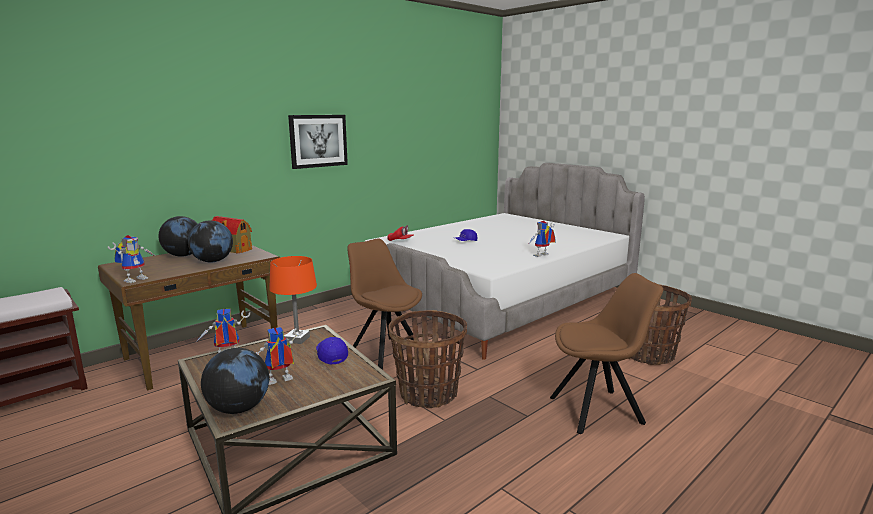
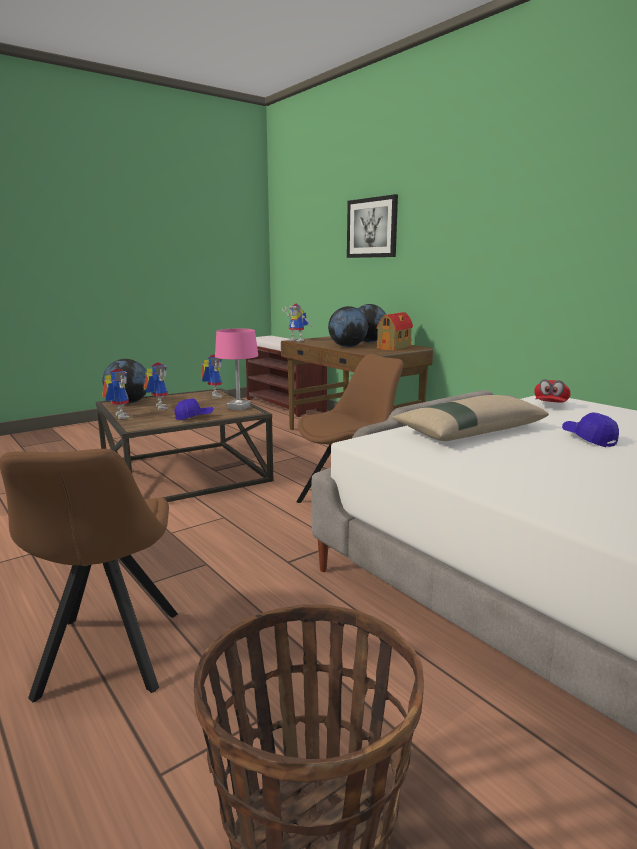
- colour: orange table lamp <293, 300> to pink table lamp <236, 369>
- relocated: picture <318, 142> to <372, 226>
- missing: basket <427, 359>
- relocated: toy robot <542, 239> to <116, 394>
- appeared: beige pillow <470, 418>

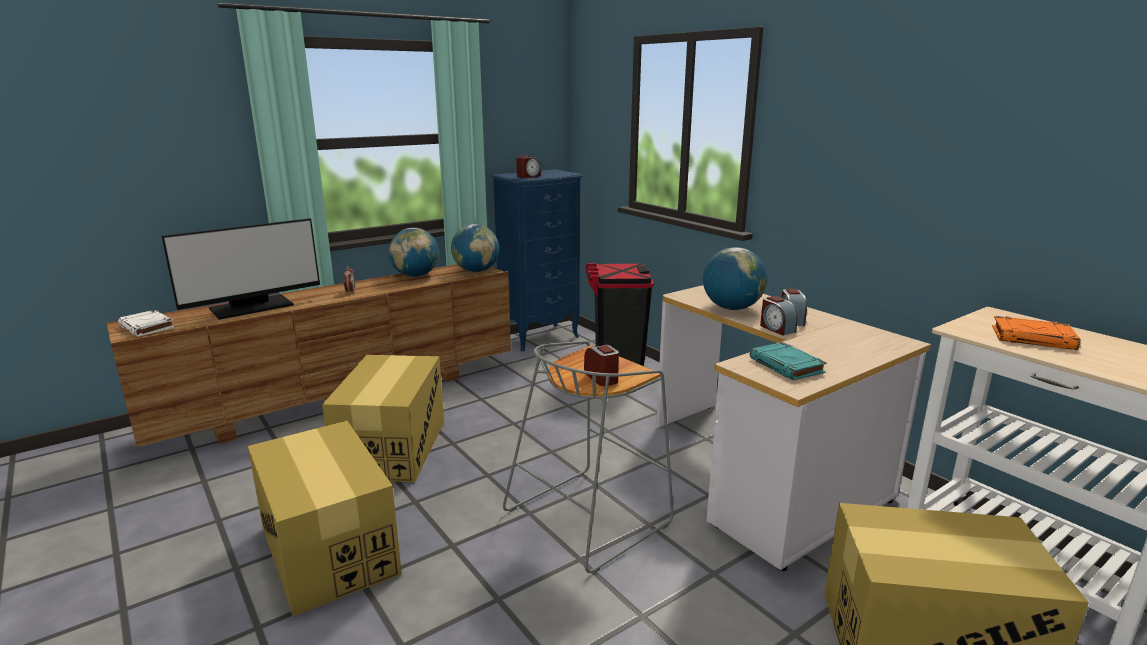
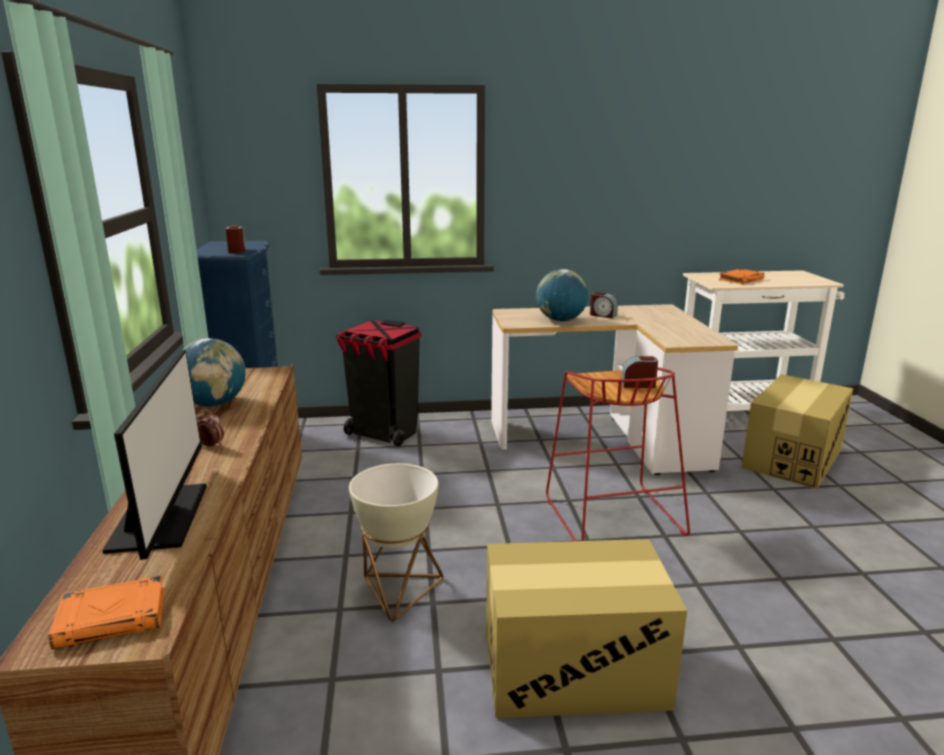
- colour: white book <146, 323> to orange book <107, 612>
- exchanged: cardboard box <383, 418> to planter <396, 542>
- missing: globe <475, 248>
- colour: grey stool <588, 457> to red stool <618, 454>
- missing: turquoise book <788, 361>
- missing: alarm clock <779, 316>

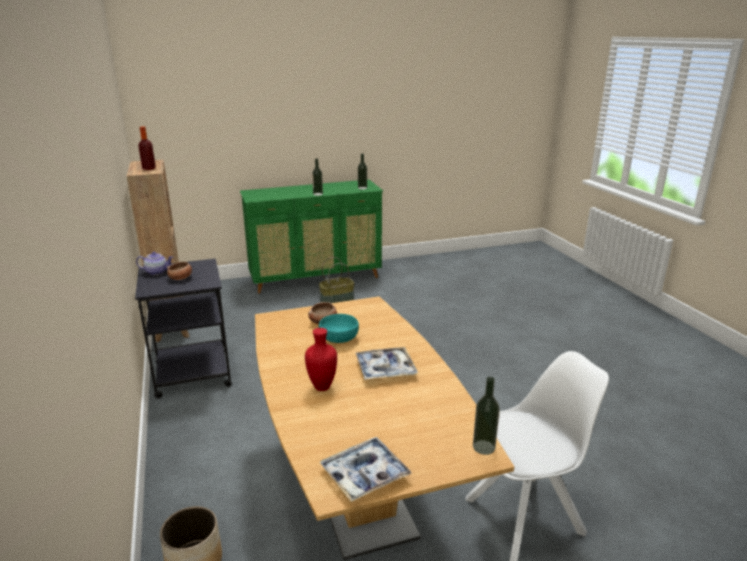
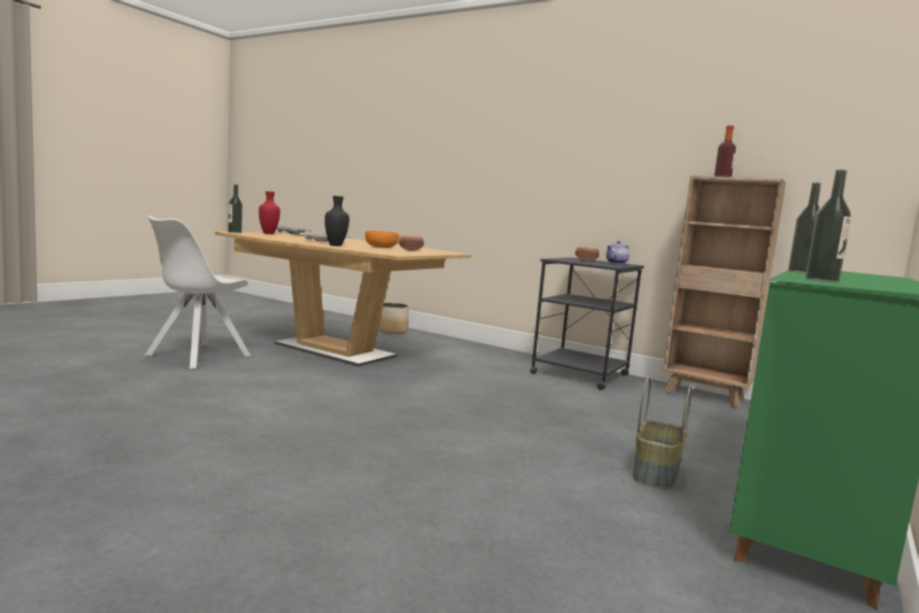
- relocated: red vase <321, 359> to <269, 212>
- colour: turquoise bowl <339, 328> to orange bowl <382, 239>
- appeared: black vase <337, 221>

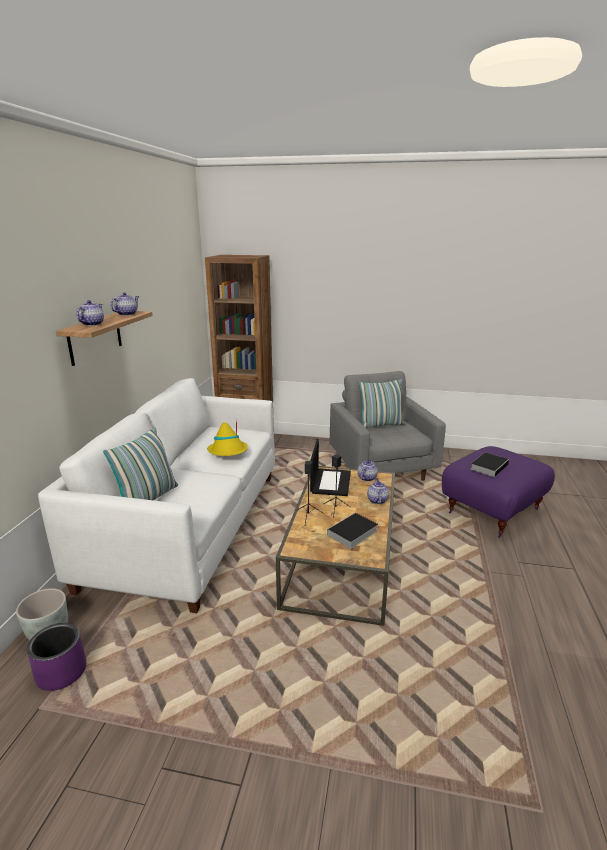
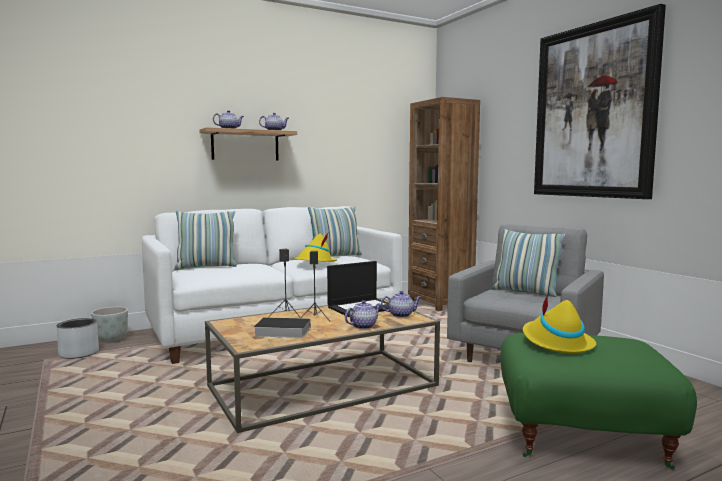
- colour: purple planter <56, 657> to grey planter <77, 338>
- colour: purple ottoman <498, 492> to green ottoman <598, 401>
- exchanged: book <490, 464> to yellow hat <559, 324>
- appeared: pillow <335, 231>
- appeared: picture <600, 101>

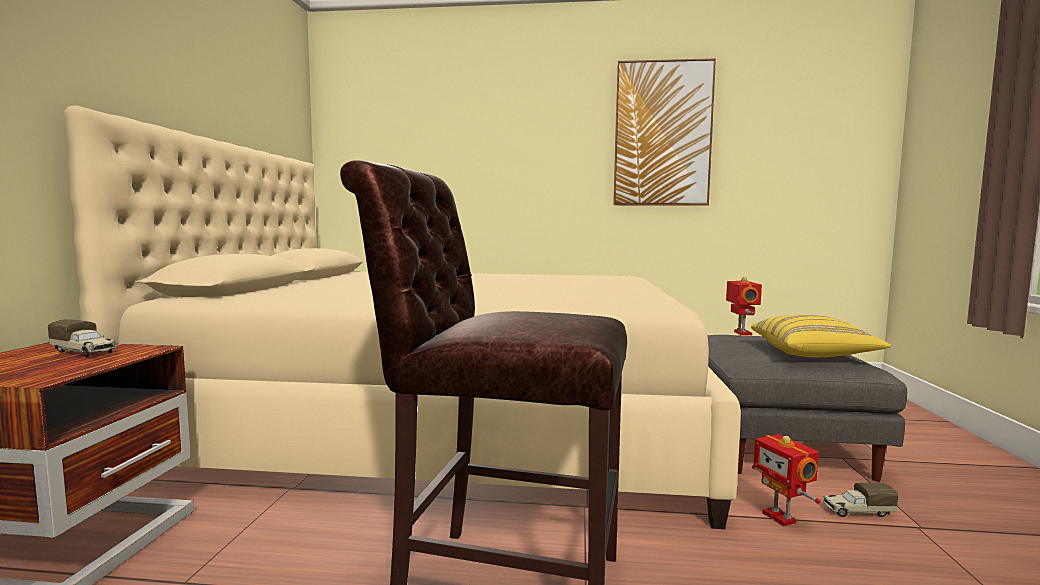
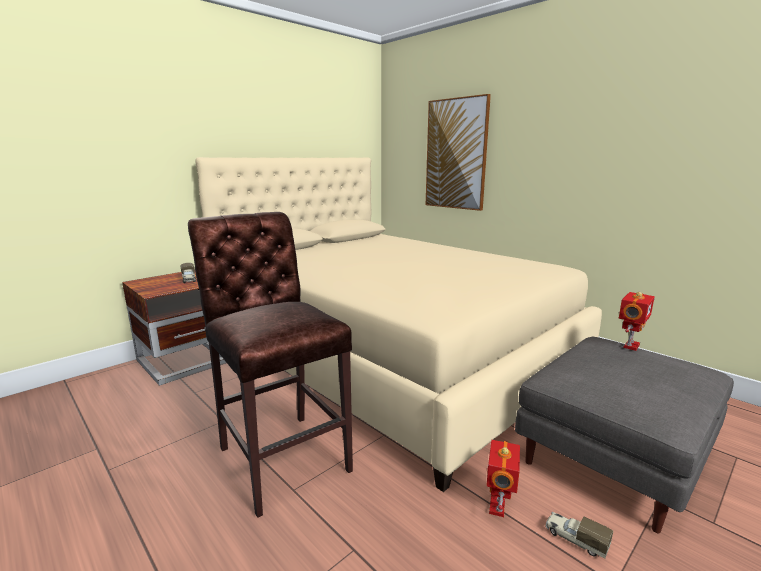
- relocated: picture <664, 132> to <458, 152>
- missing: yellow pillow <821, 336>

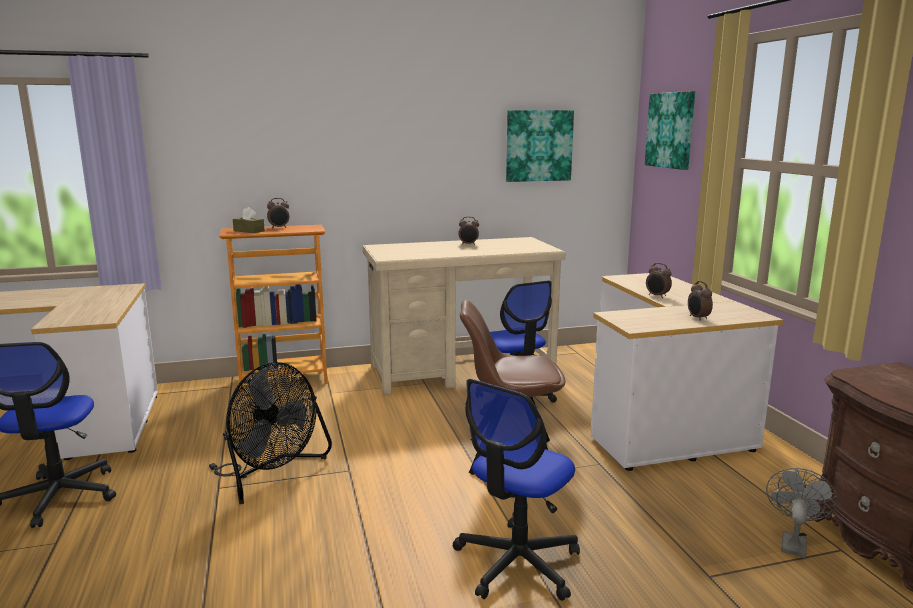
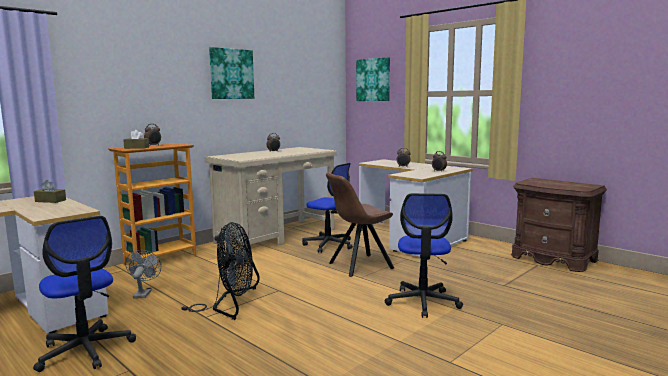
- relocated: picture <540, 146> to <231, 73>
- relocated: grey fan <801, 513> to <143, 274>
- appeared: brown tissue box <50, 191>

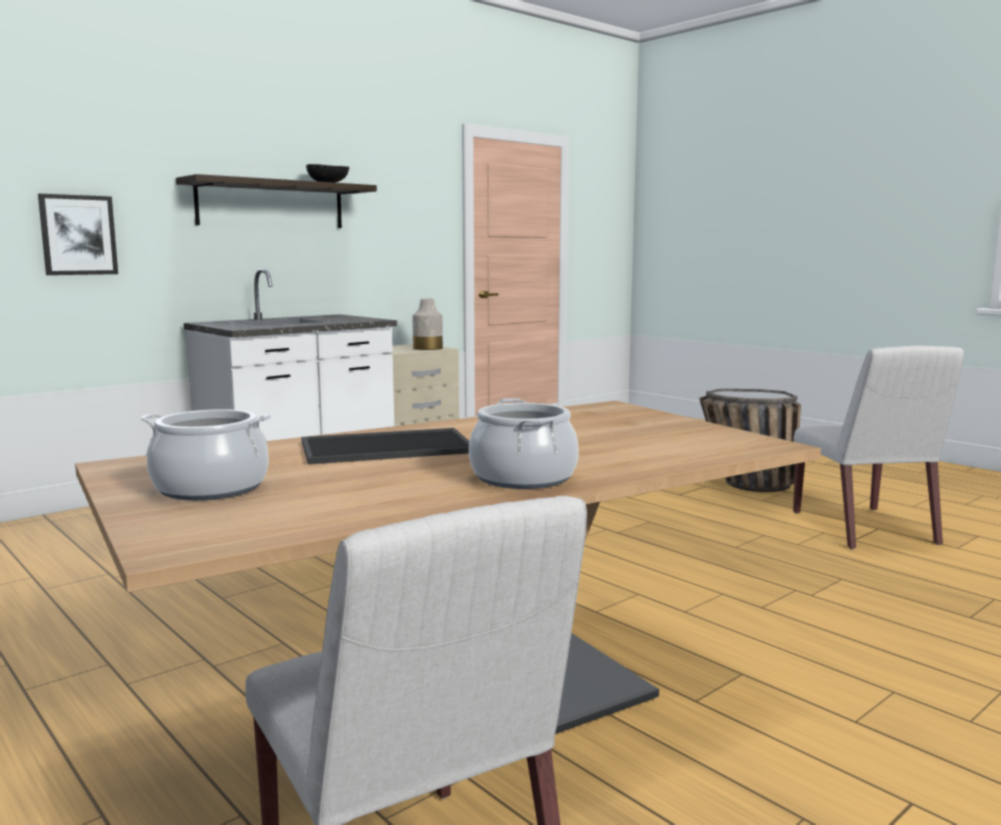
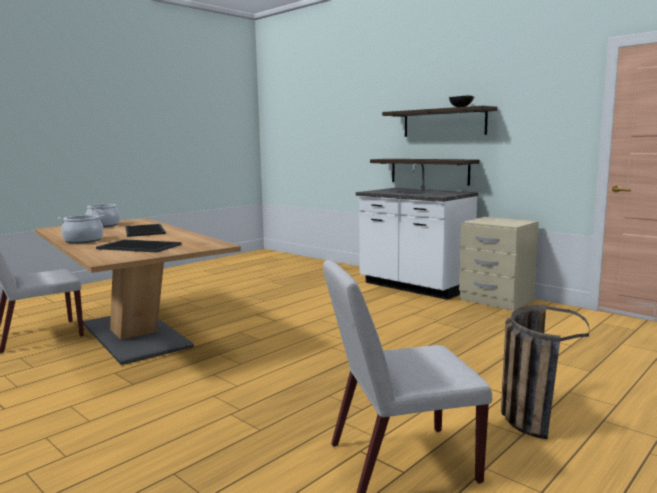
- missing: picture <78, 234>
- missing: beige vase <427, 324>
- appeared: tray <139, 246>
- appeared: shelf <425, 172>

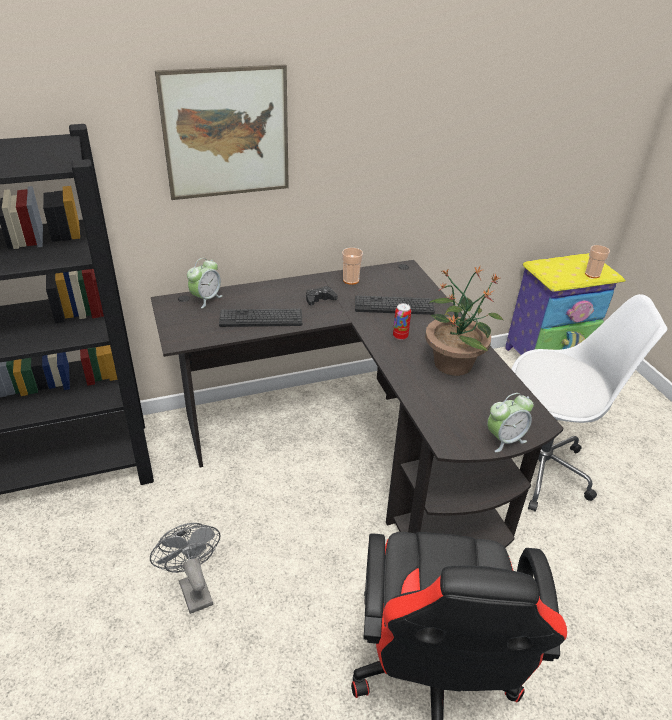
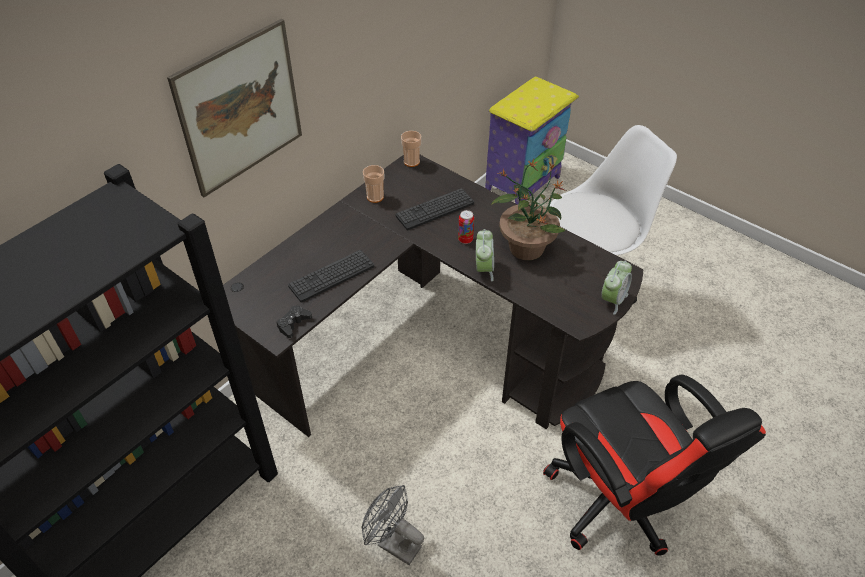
- relocated: alarm clock <205, 283> to <485, 255>
- relocated: black game controller <321, 295> to <294, 322>
- relocated: cup <597, 261> to <411, 149>

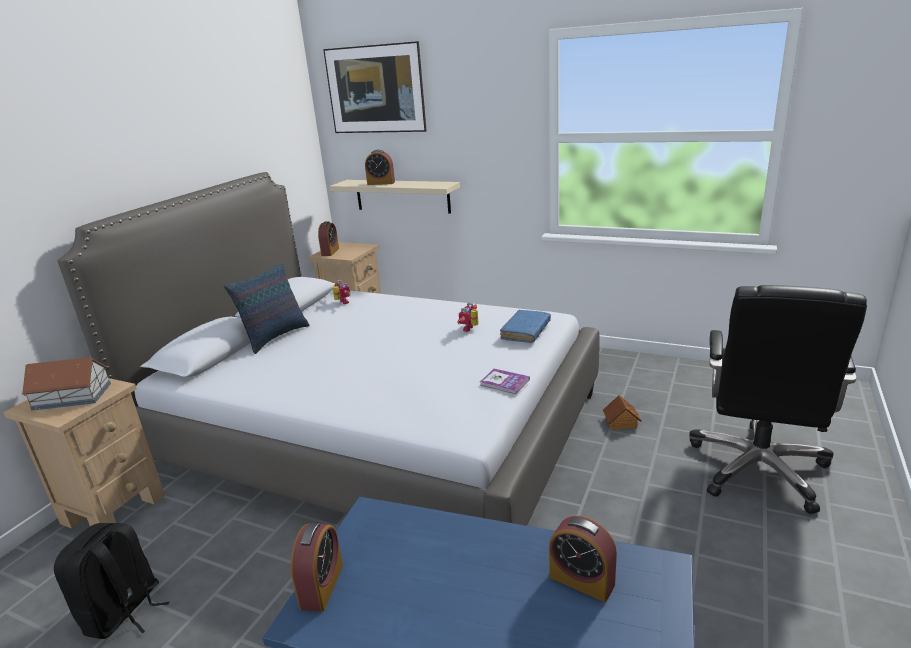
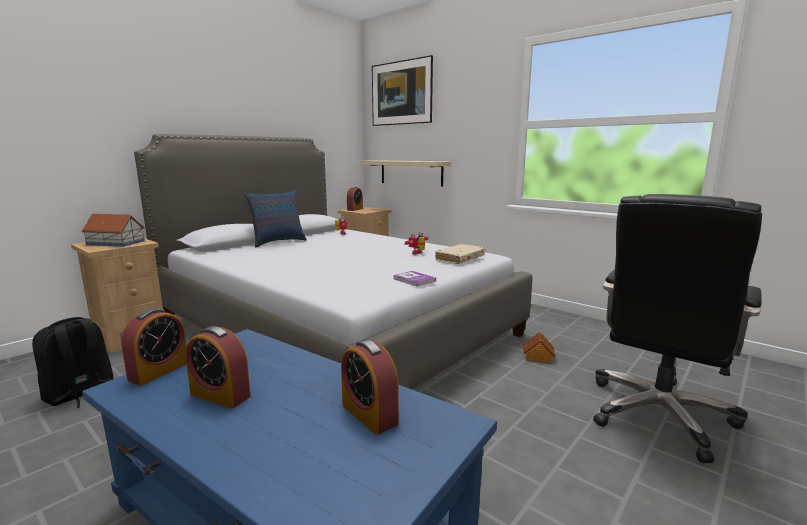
- relocated: alarm clock <380, 167> to <218, 367>
- colour: blue book <525, 326> to beige book <460, 254>

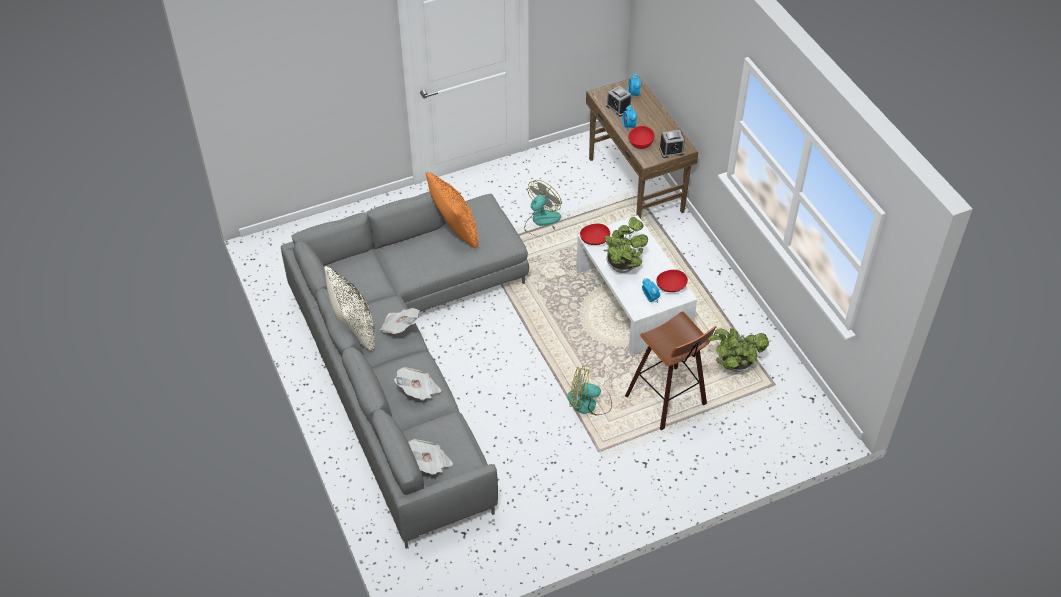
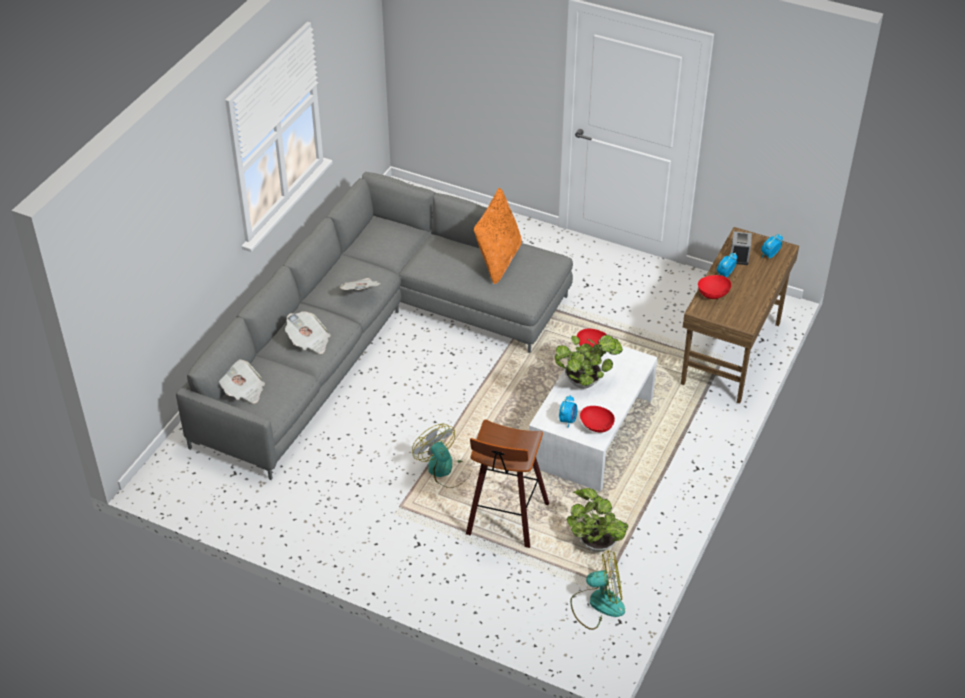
- missing: beige pillow <349, 308>
- relocated: fan <543, 208> to <597, 590>
- missing: alarm clock <672, 144>

